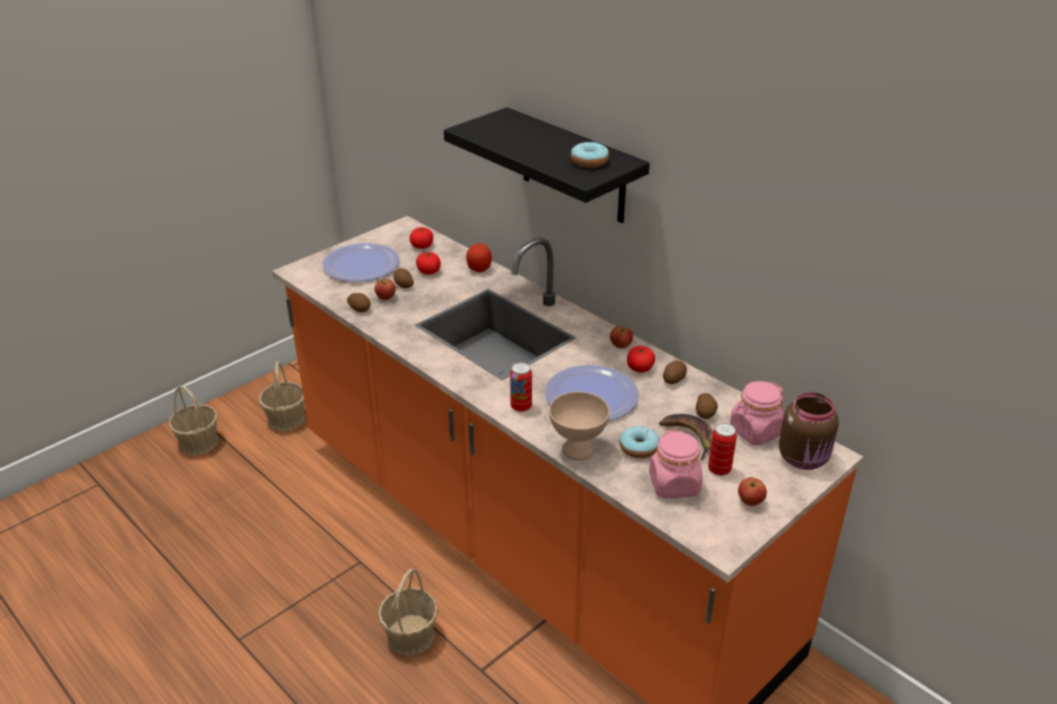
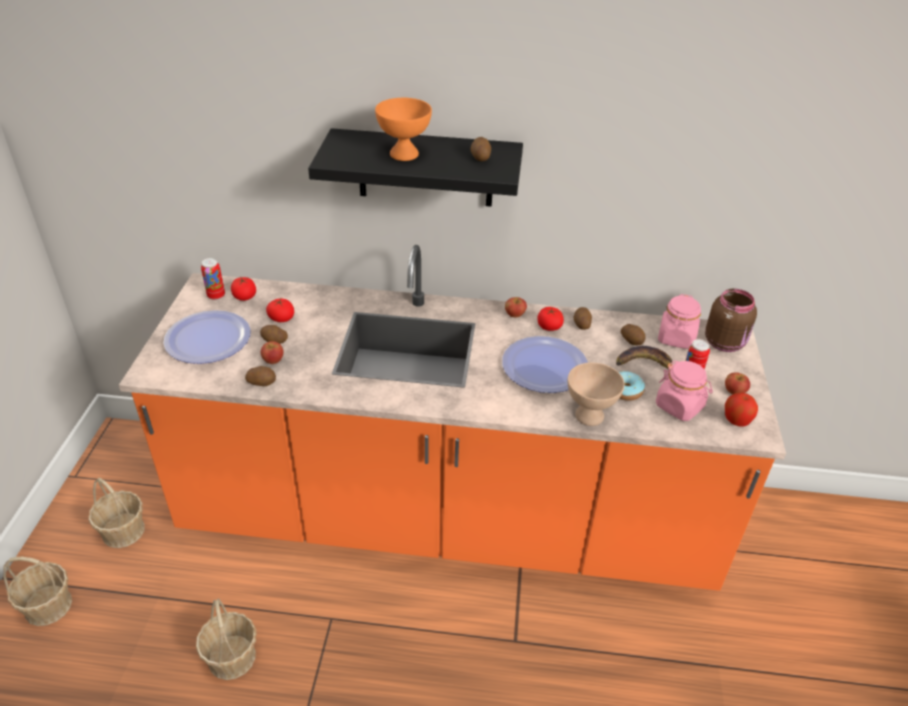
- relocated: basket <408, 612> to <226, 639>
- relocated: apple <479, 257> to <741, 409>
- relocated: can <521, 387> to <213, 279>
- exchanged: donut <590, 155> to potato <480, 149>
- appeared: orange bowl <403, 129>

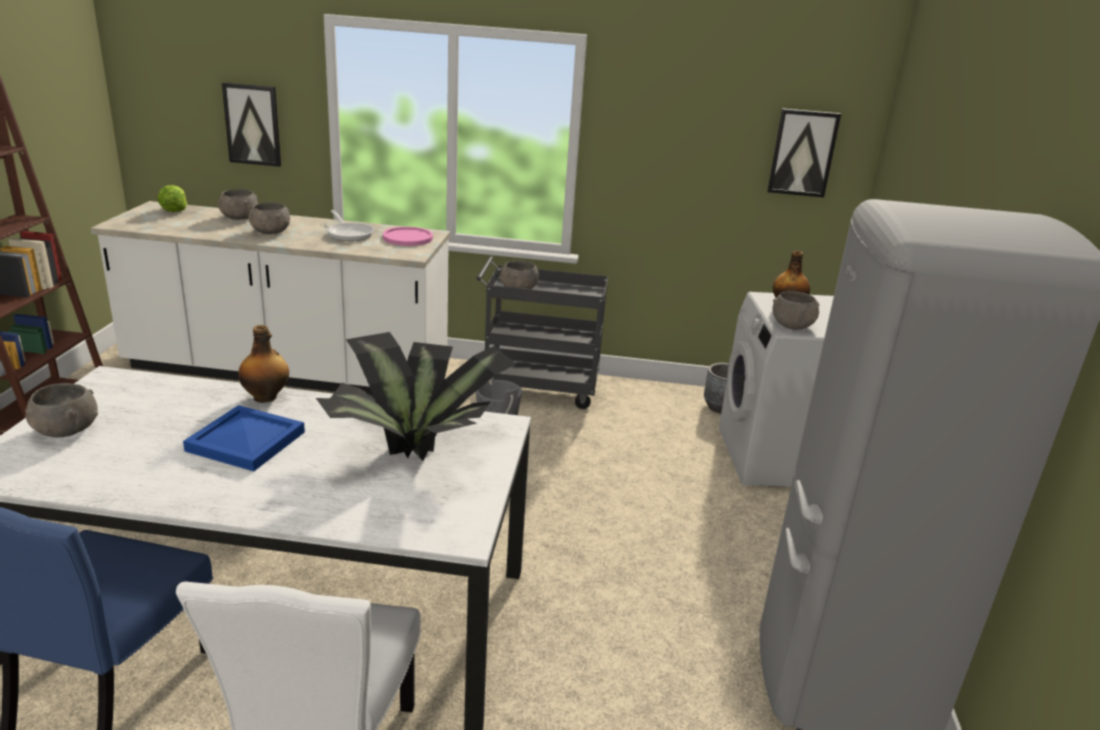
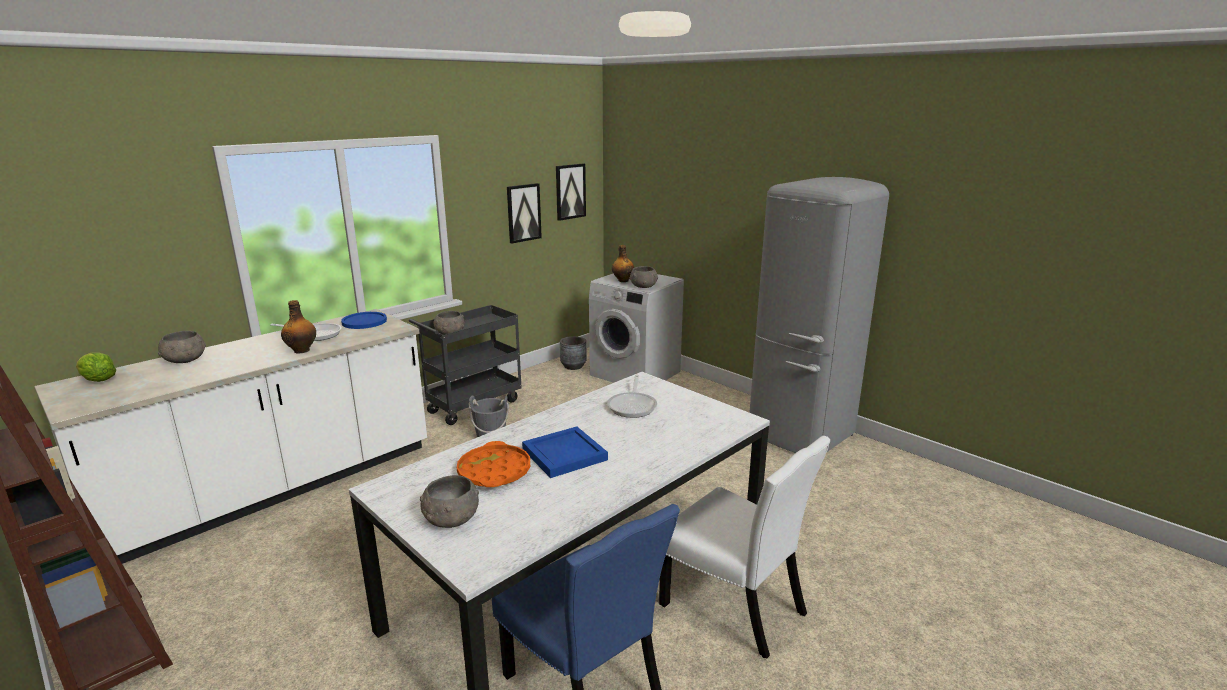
- relocated: picture <251, 125> to <524, 213>
- relocated: bottle <263, 364> to <298, 327>
- missing: grey bowl <269, 218>
- exchanged: potted plant <416, 396> to frying pan <632, 396>
- colour: pink plate <408, 236> to blue plate <364, 320>
- appeared: orange tray <493, 464>

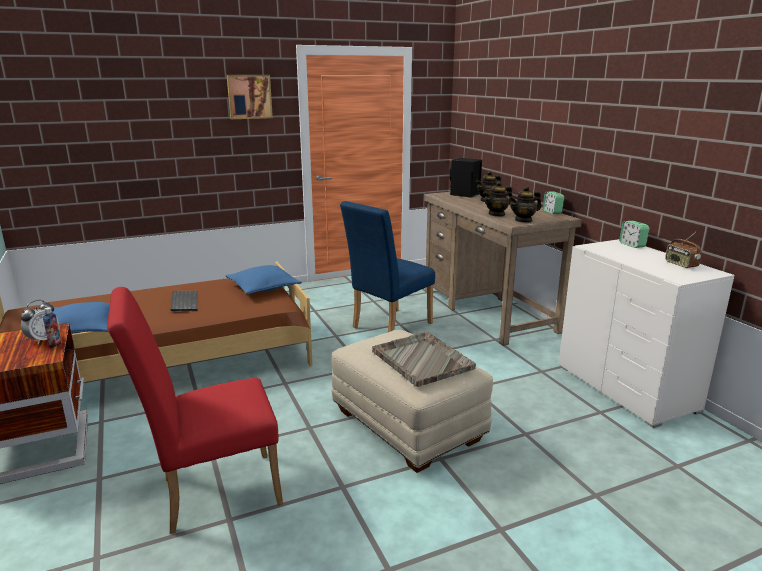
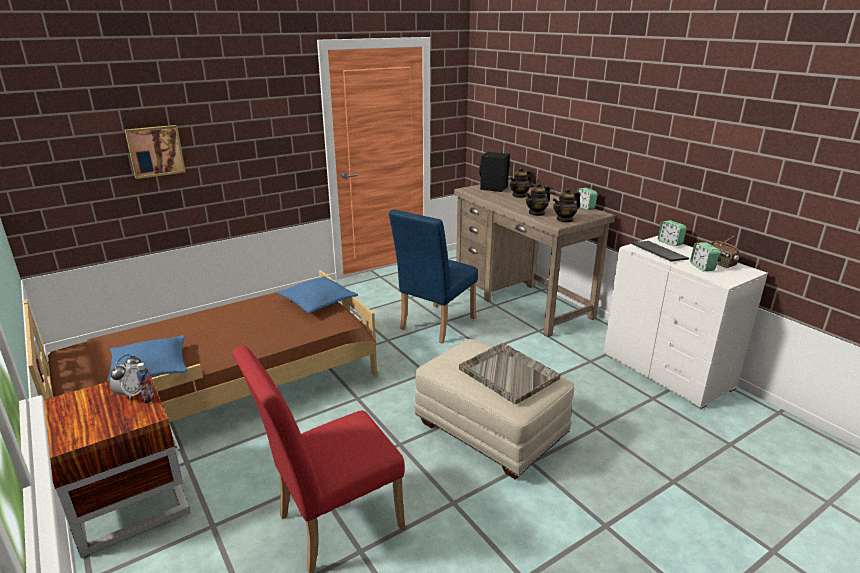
- relocated: keyboard <184, 301> to <660, 251>
- relocated: picture <250, 97> to <155, 152>
- appeared: alarm clock <705, 256>

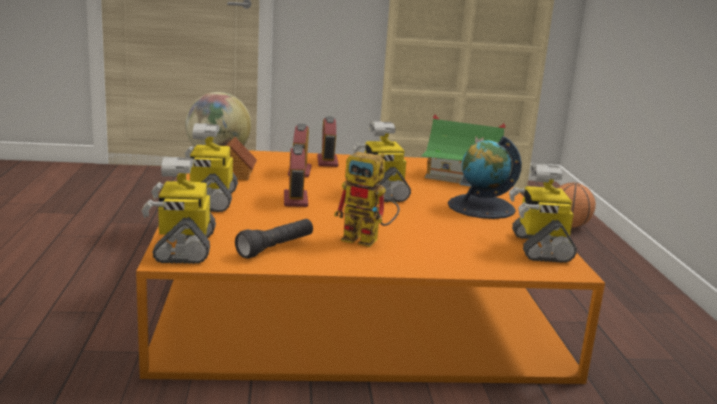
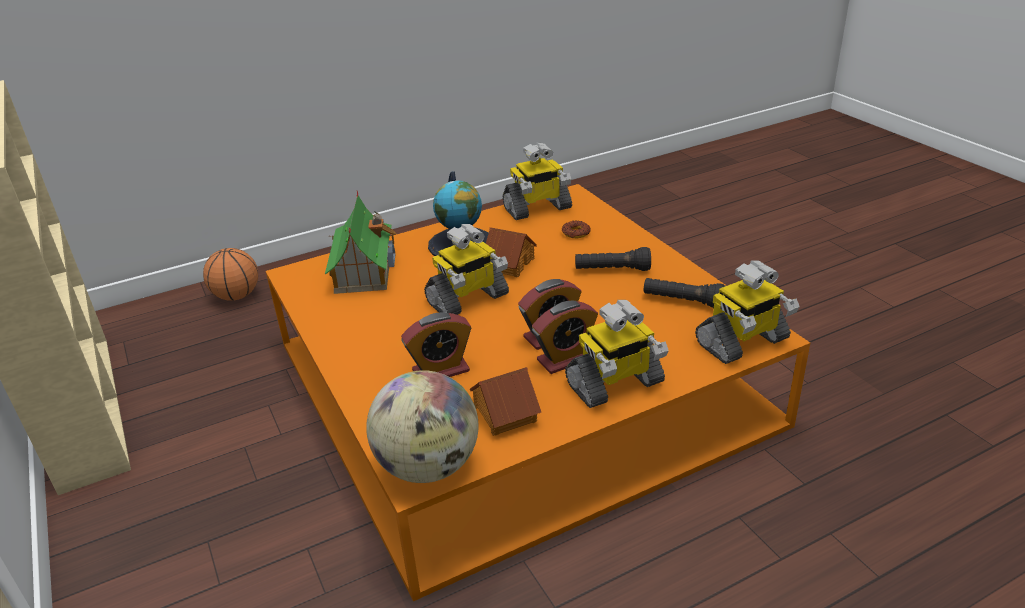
- relocated: alarm clock <328, 141> to <565, 337>
- exchanged: toy robot <367, 199> to black flashlight <613, 259>
- appeared: toy house <511, 252>
- appeared: donut <576, 229>

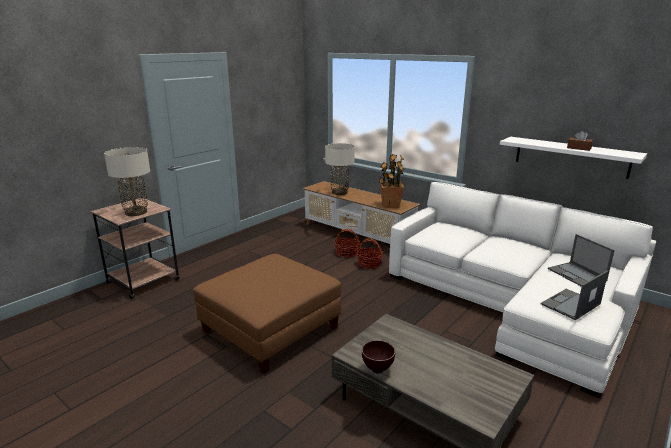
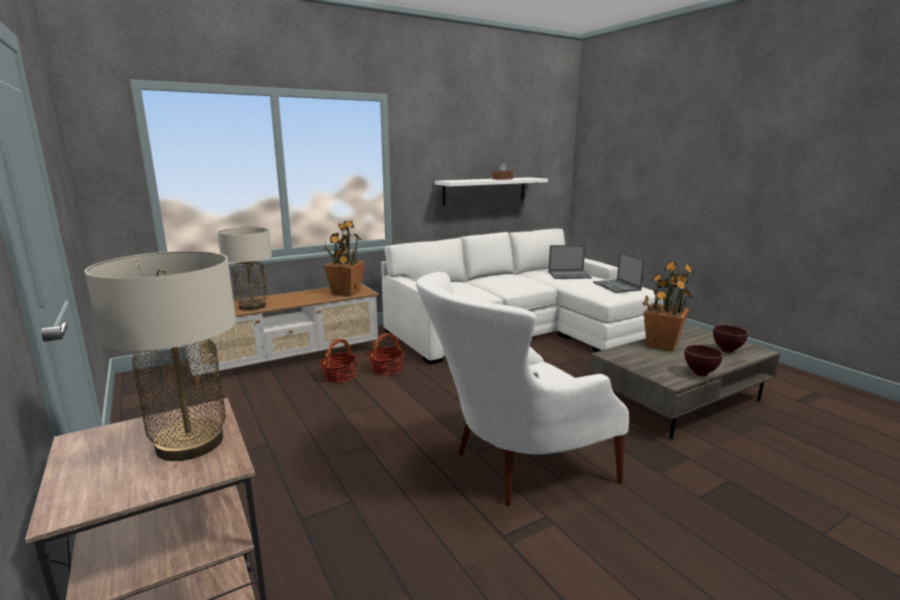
- exchanged: brown ottoman <267, 314> to white armchair <522, 389>
- appeared: potted plant <668, 306>
- appeared: brown bowl <730, 339>

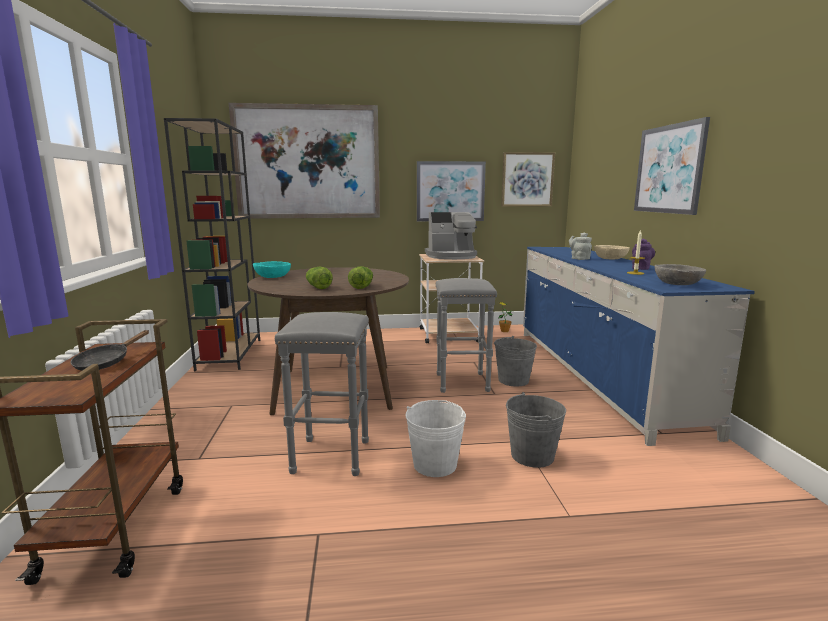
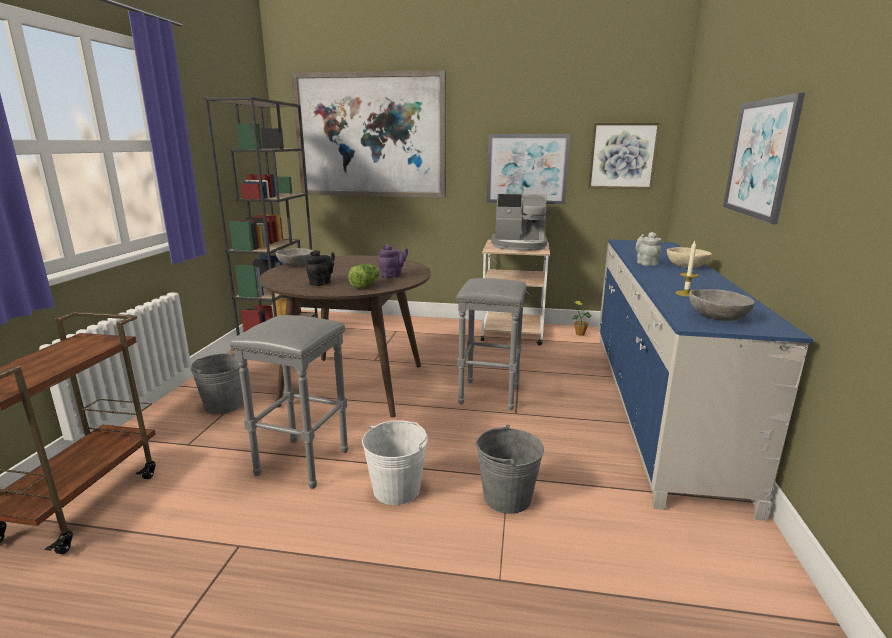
- missing: black frying pan <110, 350>
- colour: turquoise bowl <272, 269> to grey bowl <295, 257>
- exchanged: lettuce <319, 278> to black teapot <320, 268>
- relocated: grey bucket <515, 361> to <217, 383>
- relocated: purple teapot <643, 254> to <393, 261>

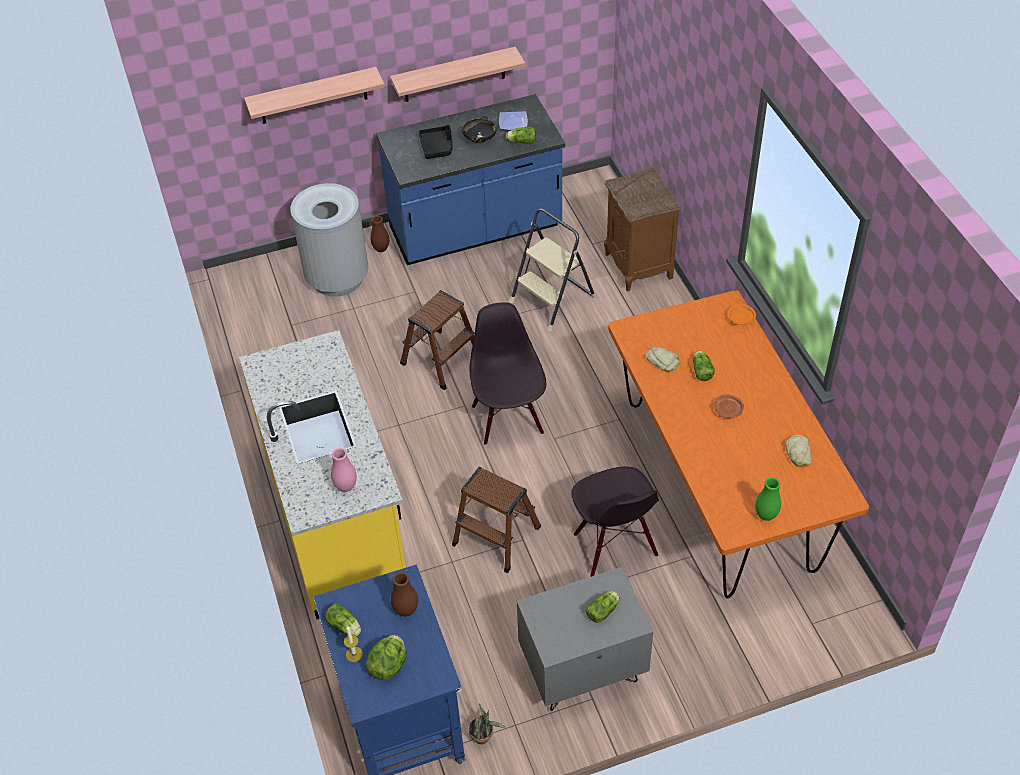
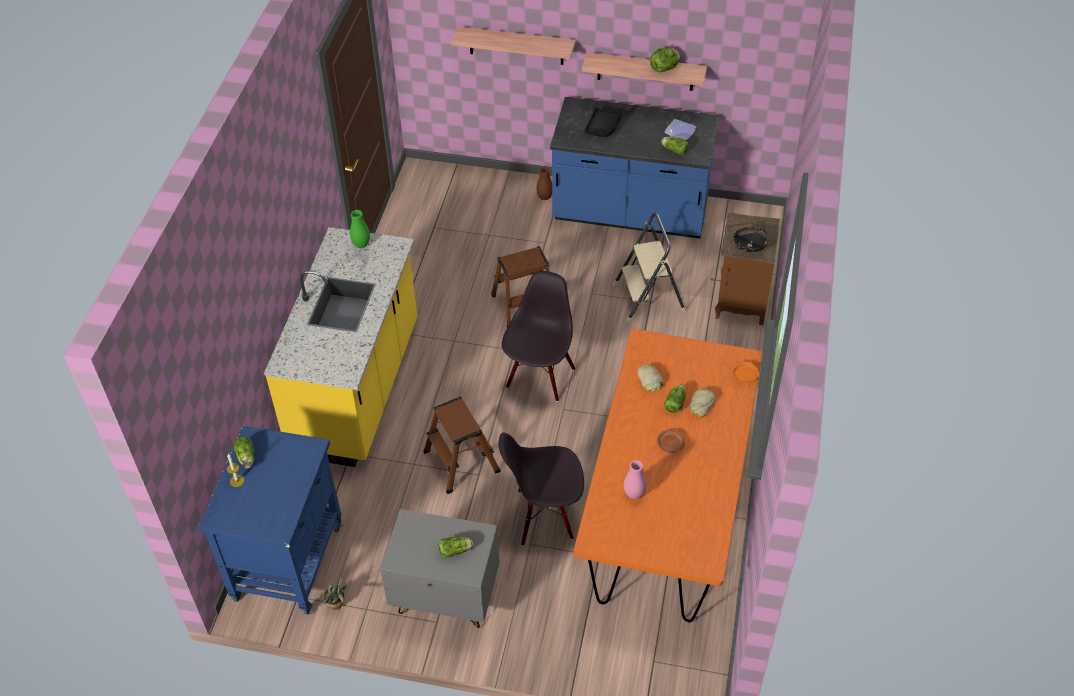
- missing: grey trash can <329, 240>
- relocated: pink vase <344, 470> to <635, 479>
- relocated: lettuce <386, 657> to <665, 59>
- missing: brown vase <404, 594>
- relocated: black bowl <479, 129> to <750, 239>
- spun: black chair <615, 521> = <541, 489> 75 degrees clockwise
- relocated: green vase <768, 499> to <360, 229>
- relocated: bread <798, 451> to <702, 403>

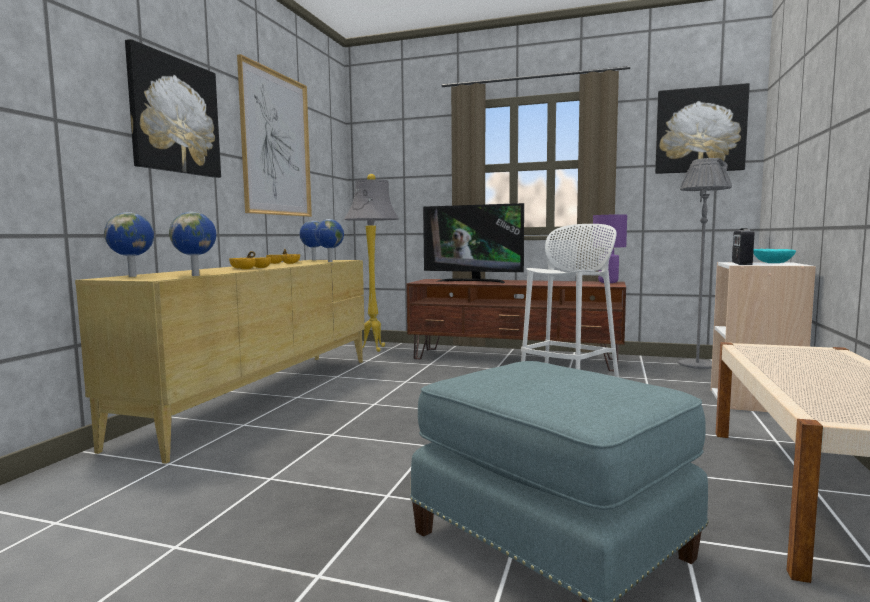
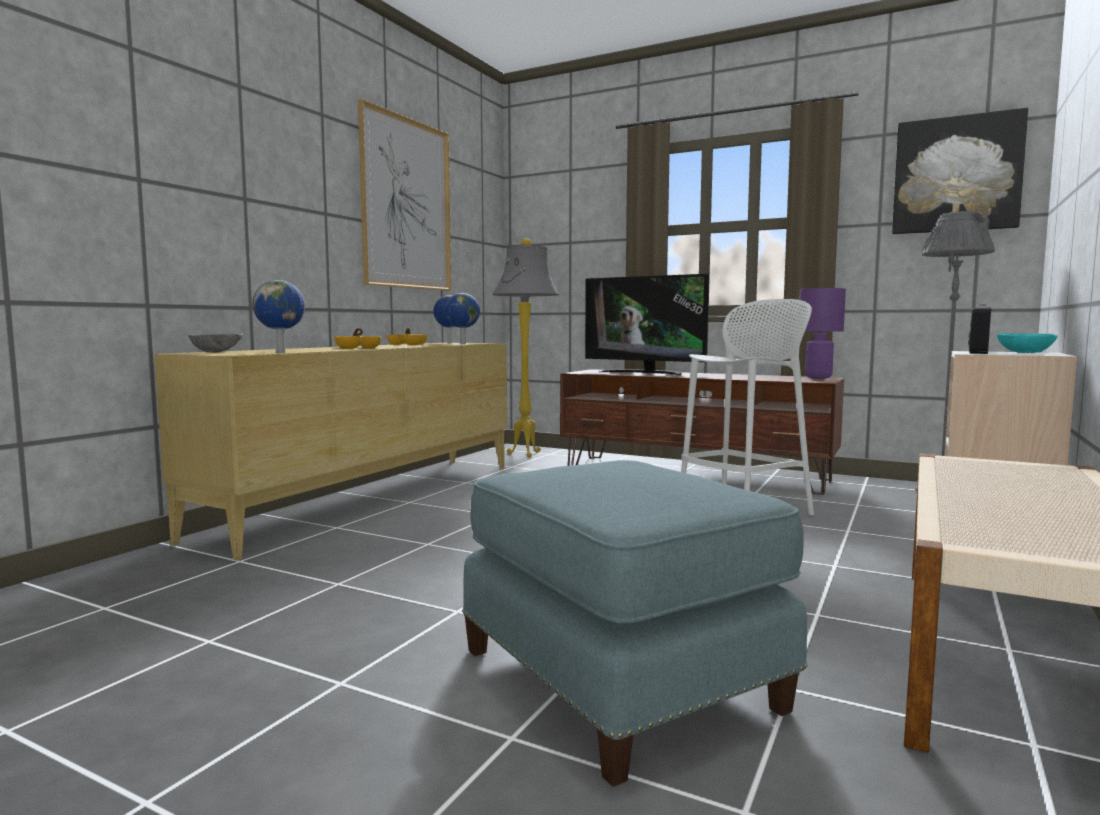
- exchanged: globe <129, 244> to grey bowl <215, 342>
- missing: picture <173, 108>

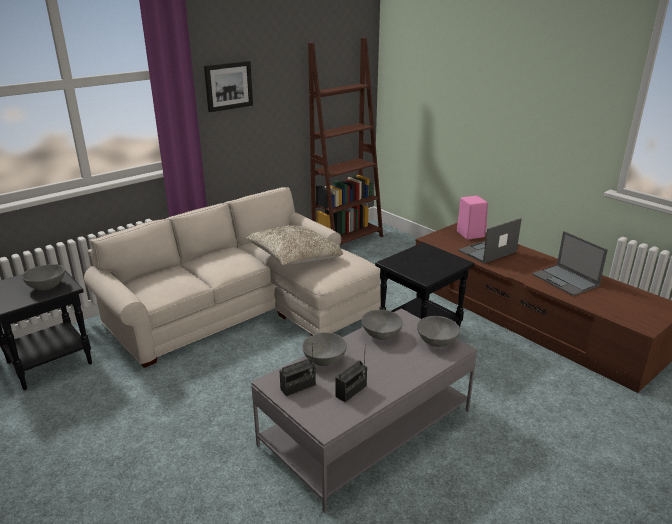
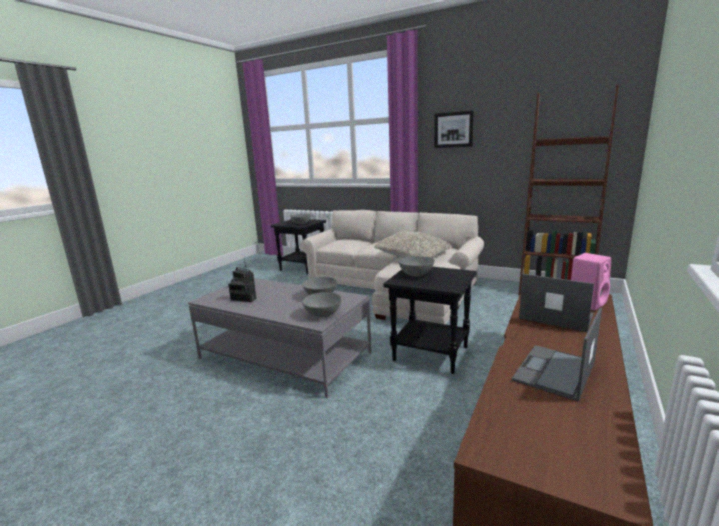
- relocated: grey bowl <324, 349> to <417, 266>

